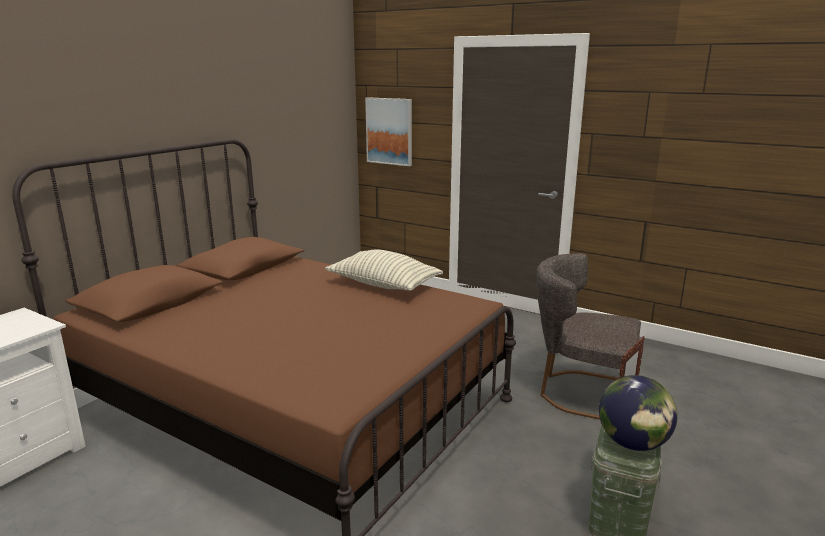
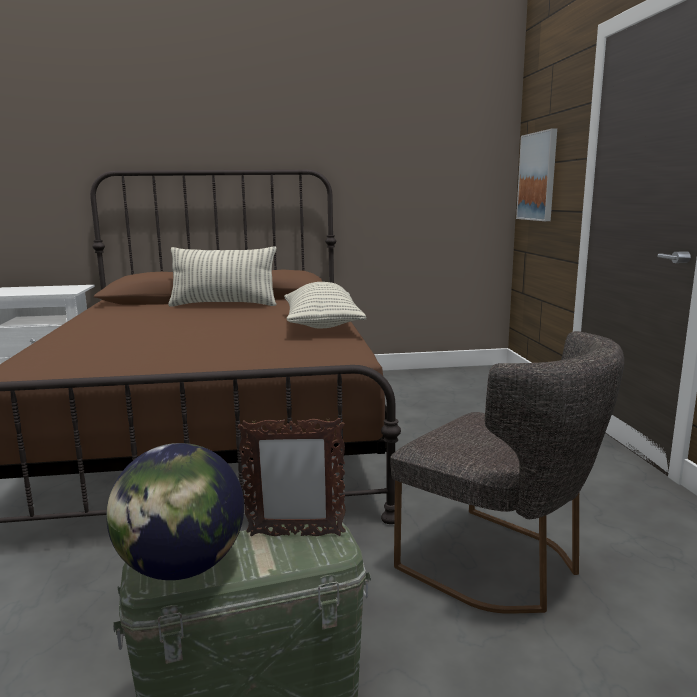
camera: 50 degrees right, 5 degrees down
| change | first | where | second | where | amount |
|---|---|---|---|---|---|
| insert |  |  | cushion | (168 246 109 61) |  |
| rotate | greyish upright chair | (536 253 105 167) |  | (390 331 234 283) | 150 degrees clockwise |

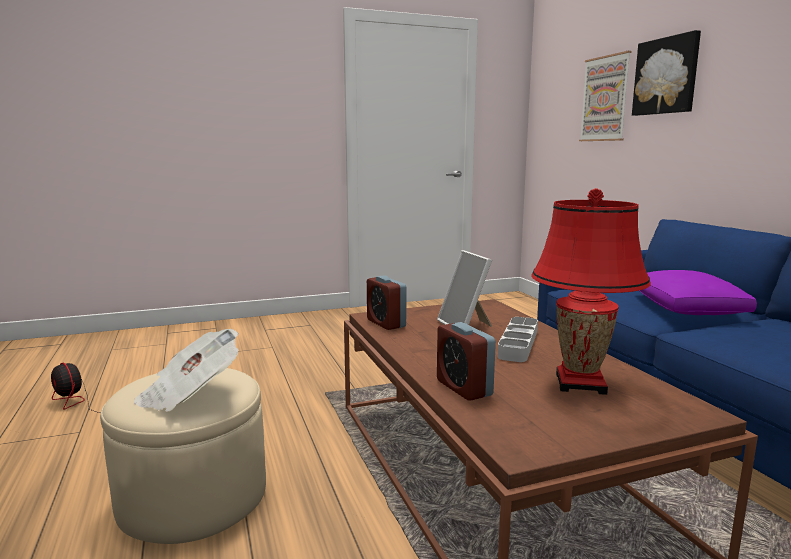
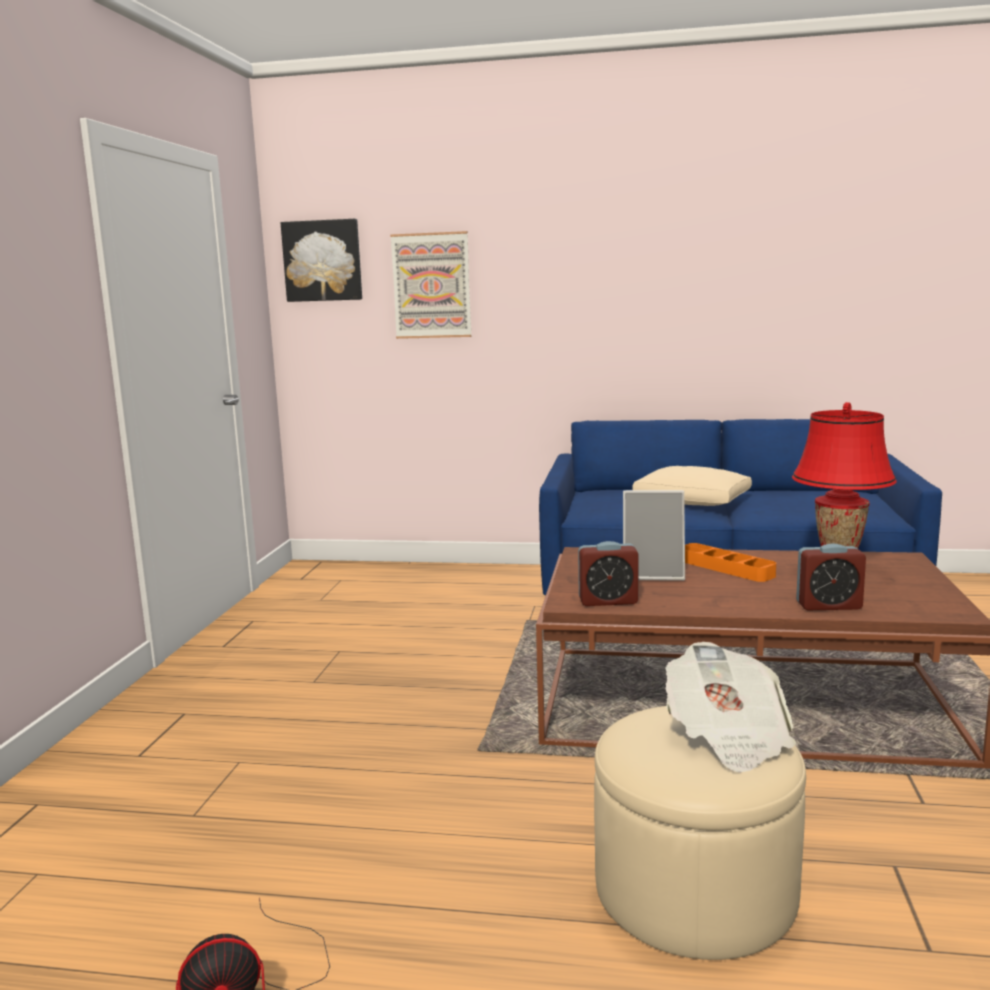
camera: 60 degrees left, 0 degrees up
| change | first | where | second | where | amount |
|---|---|---|---|---|---|
| move | picture | (632 30 69 86) |  | (281 219 81 83) |  |
| recolor | greyish tray | (497 317 41 45) | orange tray | (685 543 91 39) |  |
| recolor | purple cushion | (639 270 118 45) | beige-coloured cushion | (633 466 119 40) |  |

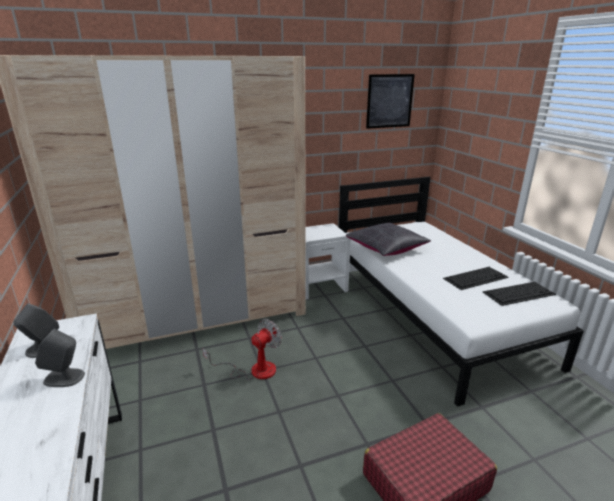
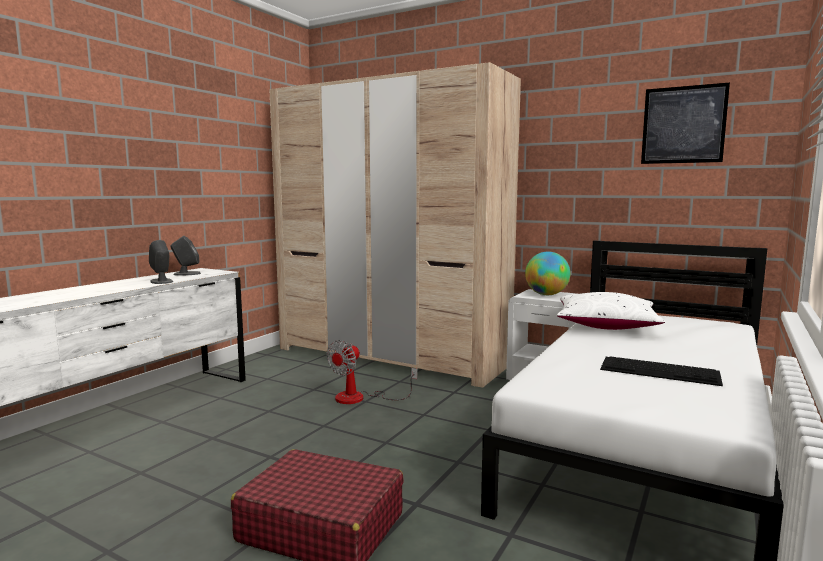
camera: 50 degrees right, 15 degrees down
| change | first | where | second | where | amount |
|---|---|---|---|---|---|
| delete | keyboard | (483 282 73 24) |  |  |  |
| insert |  |  | world globe | (525 252 45 43) |  |
| recolor | blackish cushion | (345 223 86 33) | white cushion | (557 292 108 38) |  |
| rotate | cooling fan | (202 319 80 61) |  | (326 340 91 64) | 120 degrees clockwise |

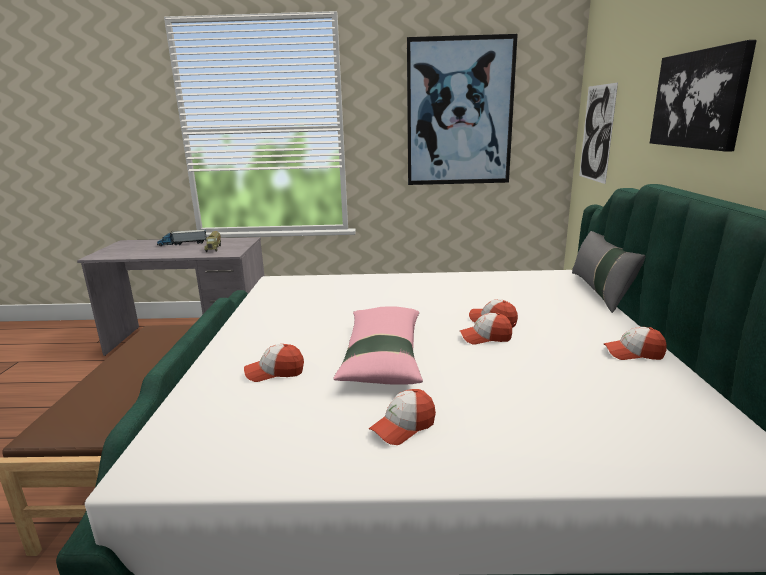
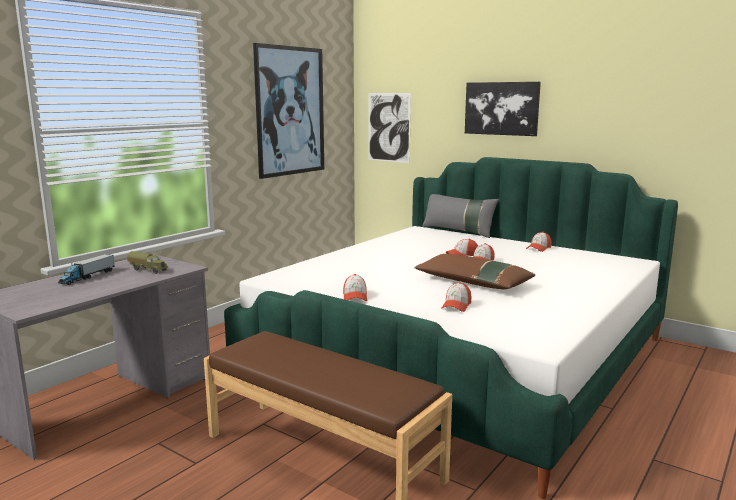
camera: 55 degrees left, 5 degrees down
| change | first | where | second | where | amount |
|---|---|---|---|---|---|
| move | baseball cap | (369 389 67 56) |  | (343 274 24 27) |  |
| recolor | pinkish cushion | (333 306 90 79) | brown cushion | (414 253 121 36) |  |

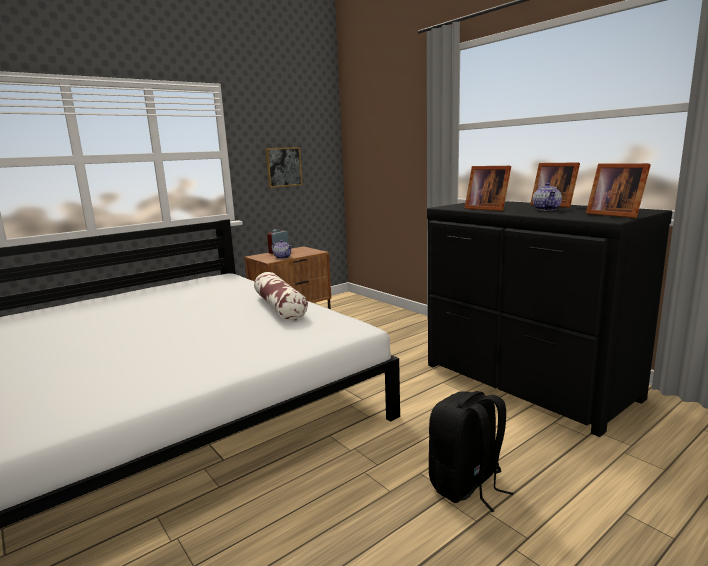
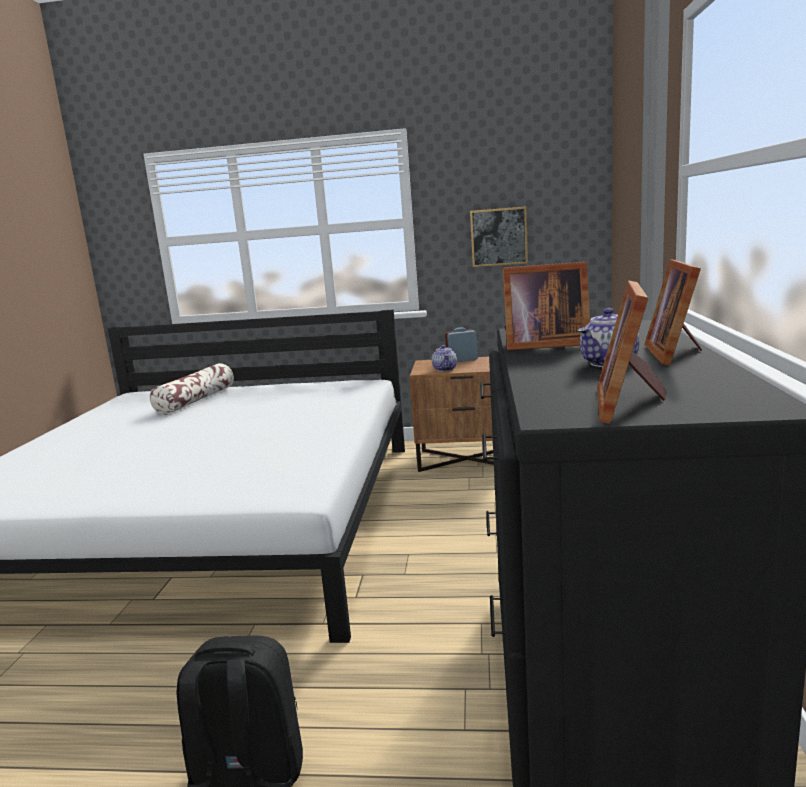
camera: 45 degrees right, 0 degrees up
| change | first | where | second | where | amount |
|---|---|---|---|---|---|
| move | cushion | (254 272 54 49) |  | (150 363 84 52) |  |
| rotate | photo frame | (465 166 46 45) |  | (503 262 87 88) | 90 degrees counterclockwise |

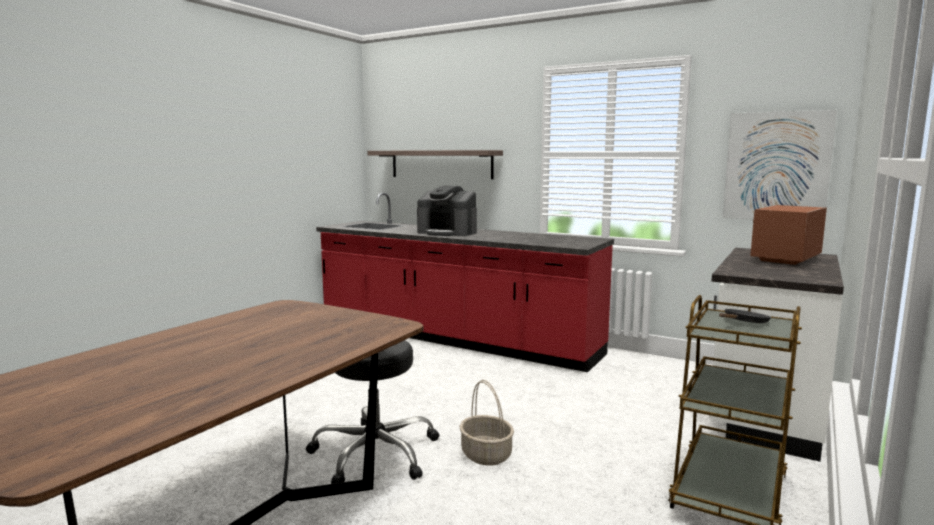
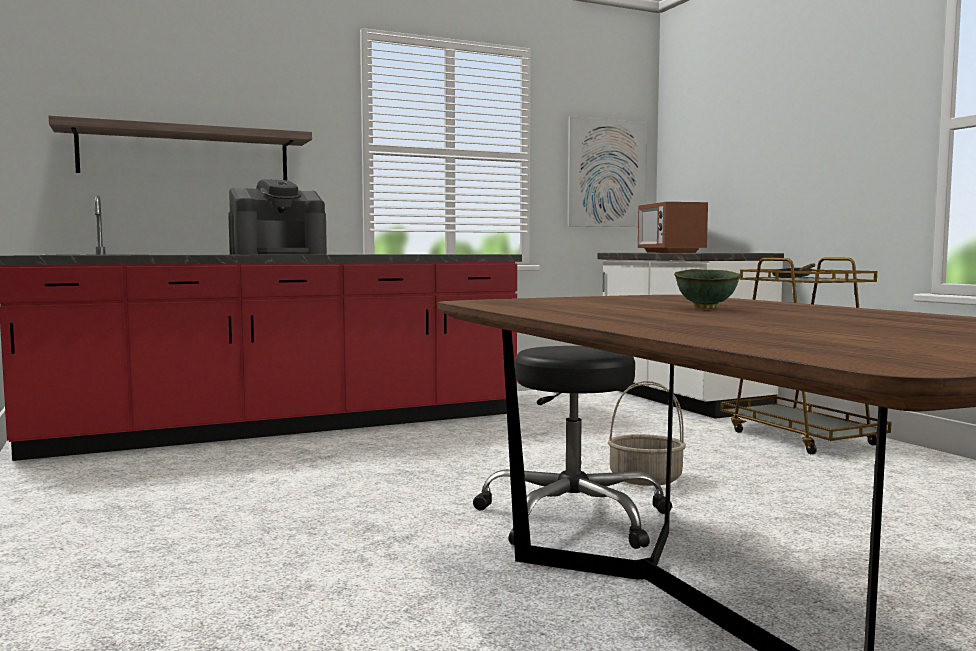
camera: 55 degrees left, 5 degrees down
| change | first | where | second | where | amount |
|---|---|---|---|---|---|
| insert |  |  | green-coloured serving bowl | (674 269 67 40) |  |

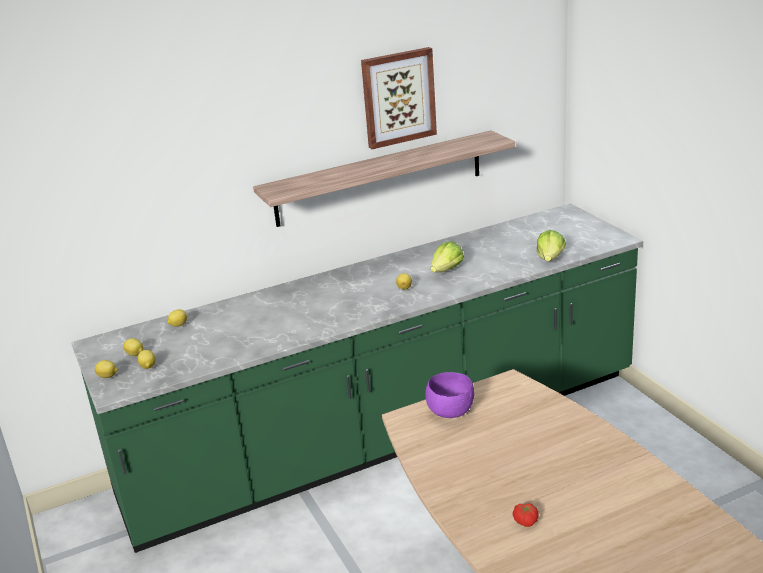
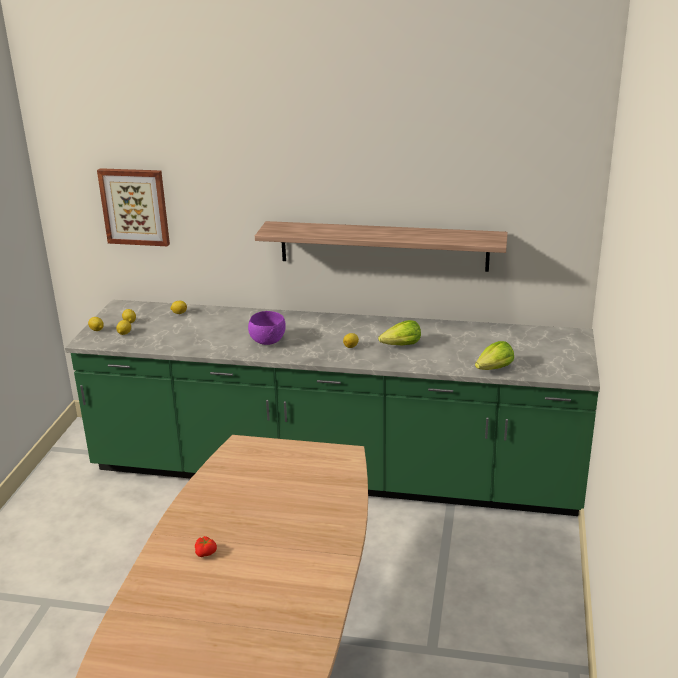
camera: 35 degrees right, 0 degrees up
| change | first | where | second | where | amount |
|---|---|---|---|---|---|
| move | picture | (361 47 76 102) |  | (97 168 73 78) |  |
| move | purple serving bowl | (425 372 49 46) |  | (248 311 38 34) |  |

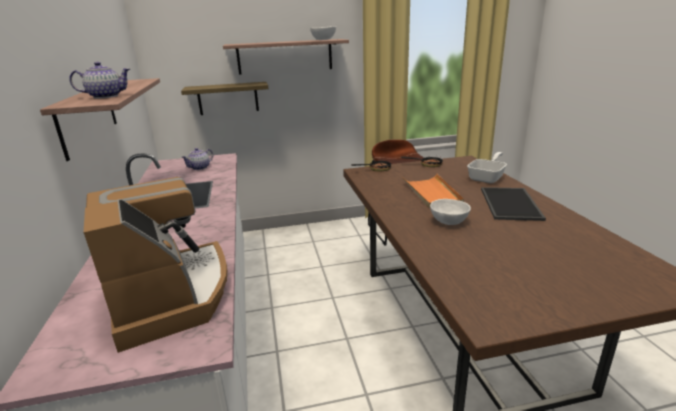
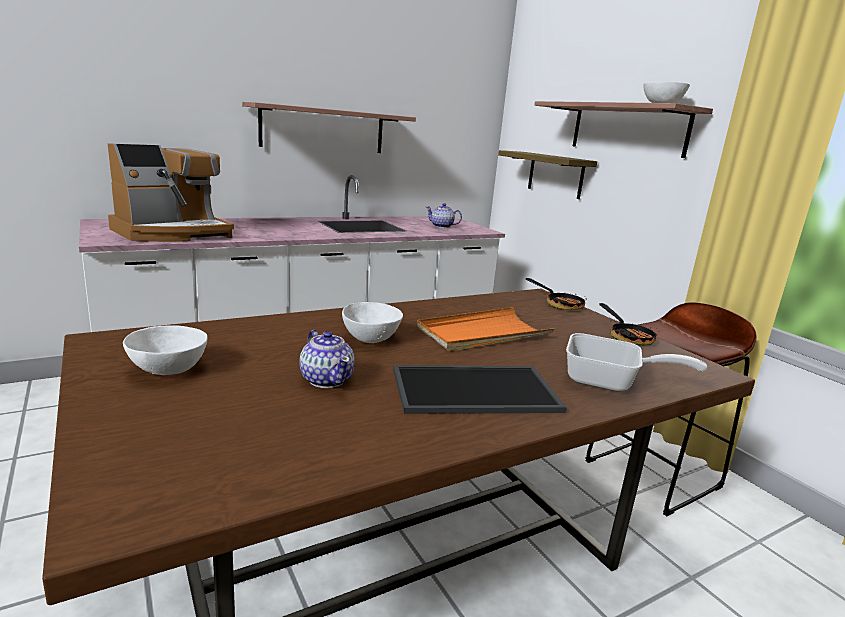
camera: 70 degrees right, 5 degrees down
| change | first | where | second | where | amount |
|---|---|---|---|---|---|
| insert |  |  | white serving bowl | (123 325 84 50) |  |
| move | teapot | (69 62 61 36) |  | (299 330 55 58) |  |

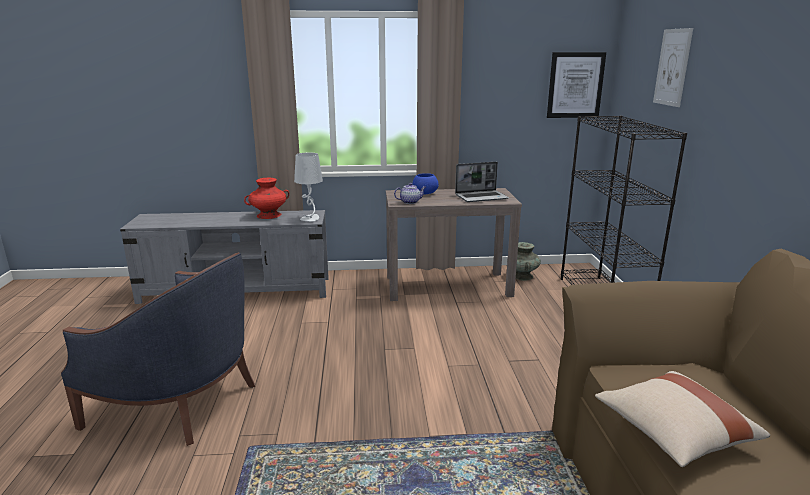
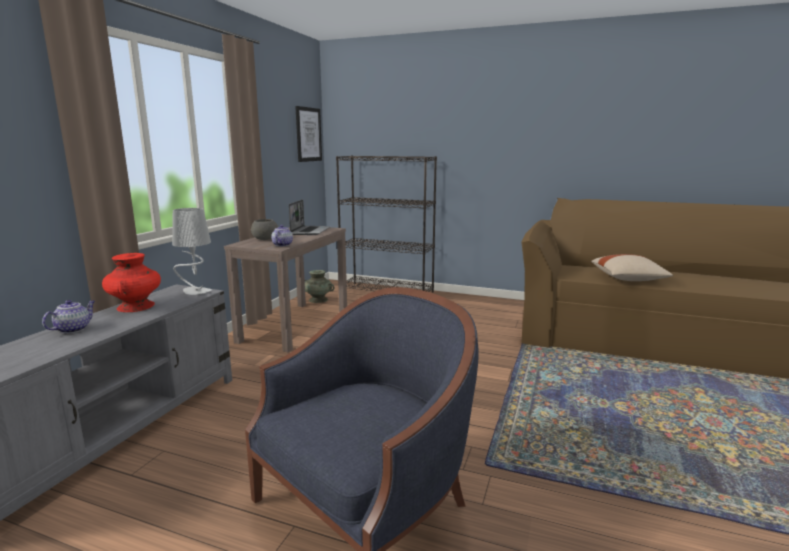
camera: 65 degrees left, 5 degrees down
| change | first | where | second | where | amount |
|---|---|---|---|---|---|
| delete | picture | (653 28 40 79) |  |  |  |
| insert |  |  | teapot | (42 300 53 33) |  |
| recolor | bluish serving bowl | (412 173 27 22) | greyish serving bowl | (251 219 27 21) |  |

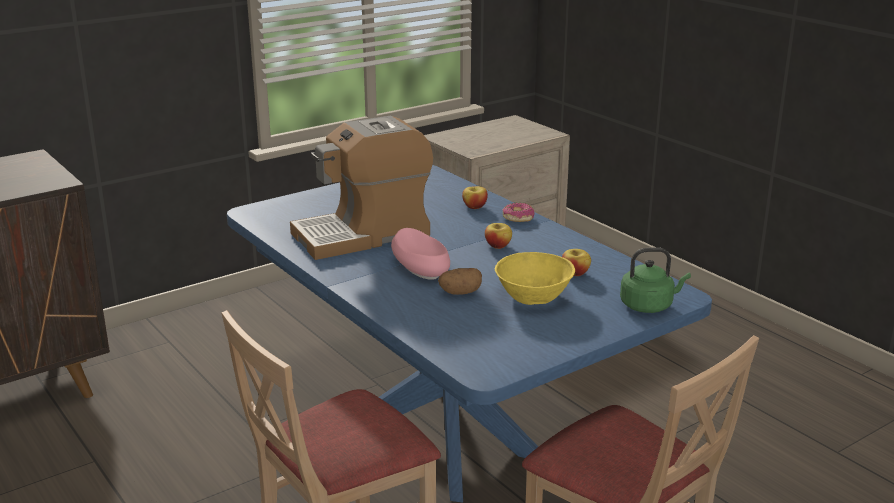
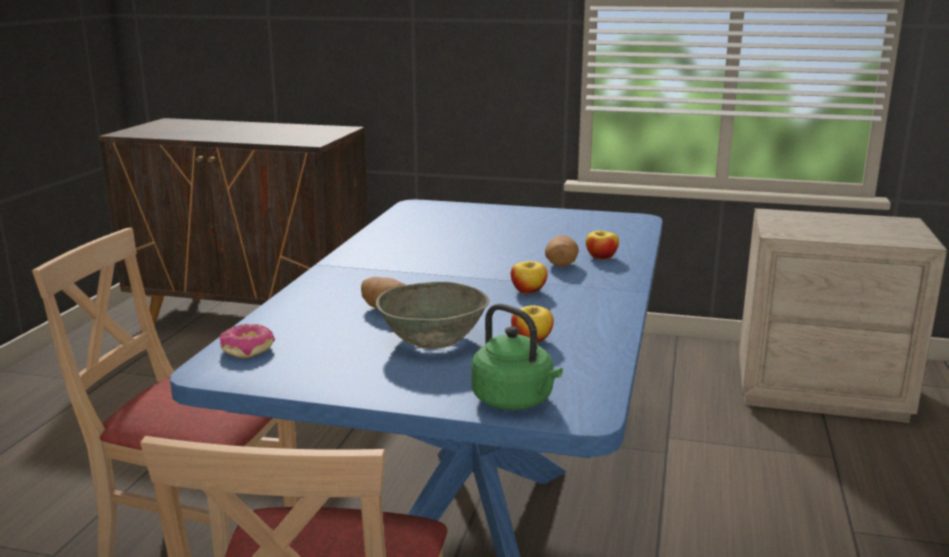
camera: 50 degrees right, 5 degrees down
| change | first | where | second | where | amount |
|---|---|---|---|---|---|
| delete | coffee maker | (290 116 143 144) |  |  |  |
| delete | pinkish serving bowl | (391 228 59 52) |  |  |  |
| insert |  |  | whole potato | (545 235 34 31) |  |
| move | donut | (503 203 32 19) |  | (219 324 56 34) |  |
| recolor | yellow serving bowl | (495 252 80 53) | greyish serving bowl | (376 282 113 67) |  |

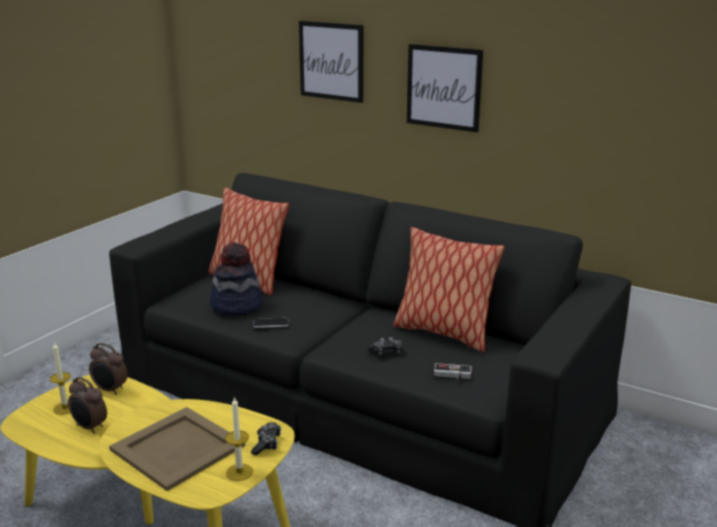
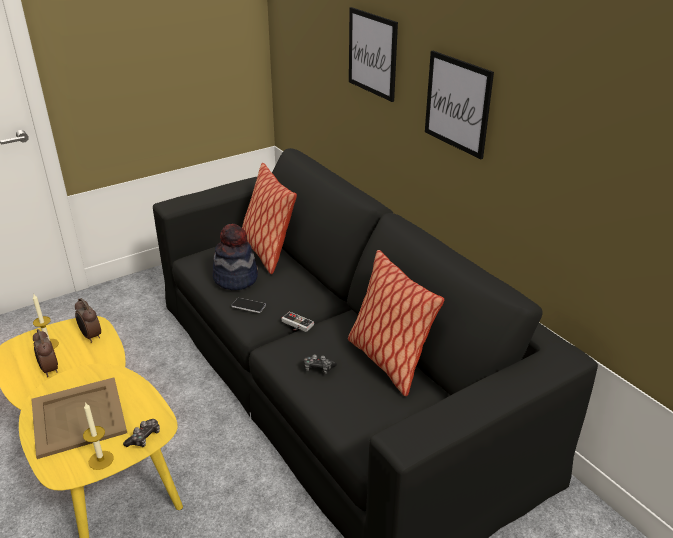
camera: 25 degrees right, 10 degrees up
| change | first | where | second | where | amount |
|---|---|---|---|---|---|
| move | game controller | (434 363 38 17) |  | (281 312 33 20) |  |

